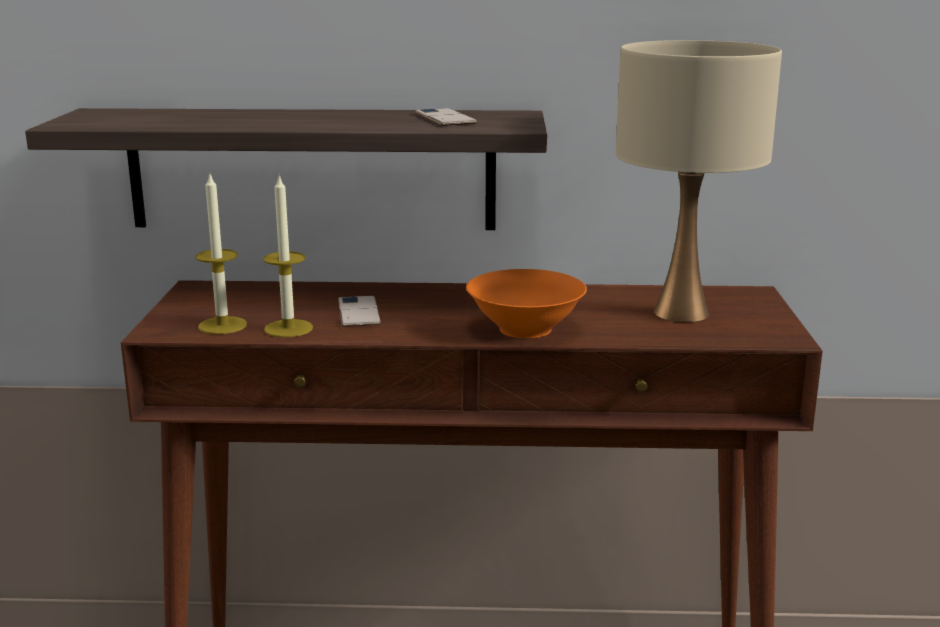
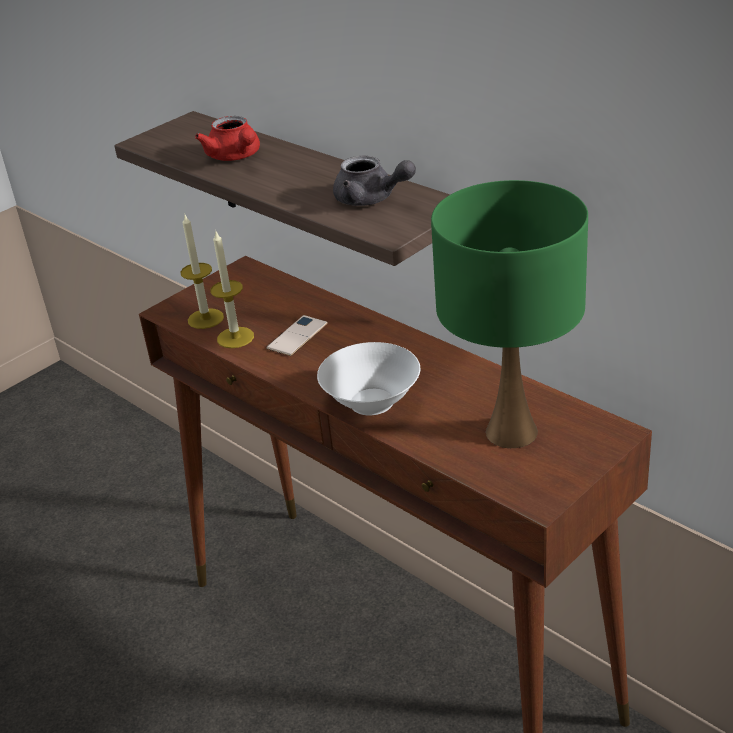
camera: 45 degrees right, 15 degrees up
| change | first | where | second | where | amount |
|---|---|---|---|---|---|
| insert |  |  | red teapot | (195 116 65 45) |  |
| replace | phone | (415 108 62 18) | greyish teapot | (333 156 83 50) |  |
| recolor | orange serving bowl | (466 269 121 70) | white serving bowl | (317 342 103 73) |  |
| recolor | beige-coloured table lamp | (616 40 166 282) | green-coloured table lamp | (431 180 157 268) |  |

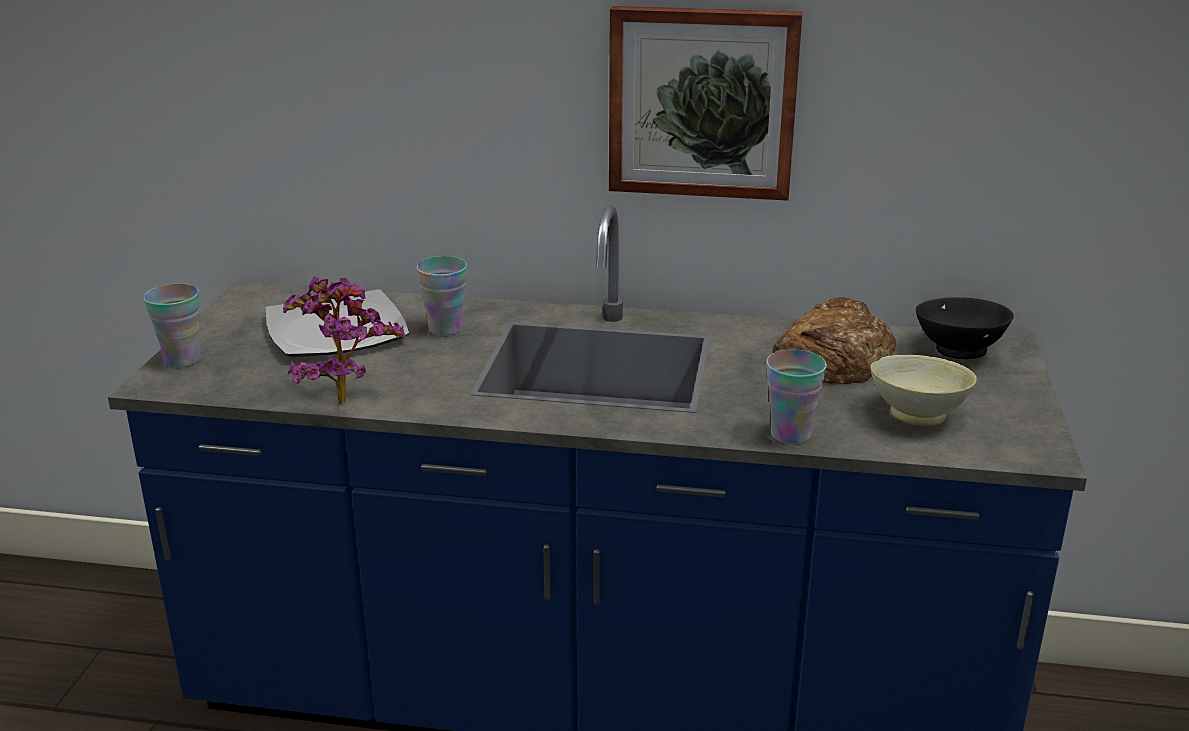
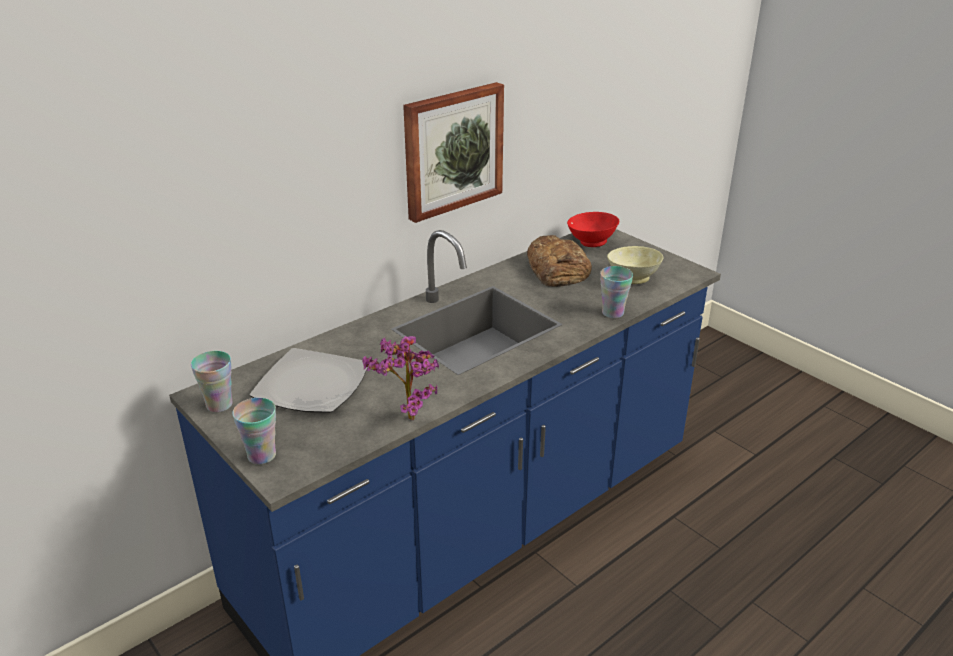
camera: 50 degrees left, 5 degrees up
| change | first | where | second | where | amount |
|---|---|---|---|---|---|
| move | small cup | (417 256 50 80) |  | (191 351 42 61) |  |
| recolor | blackish serving bowl | (916 297 98 62) | red serving bowl | (567 212 52 35) |  |

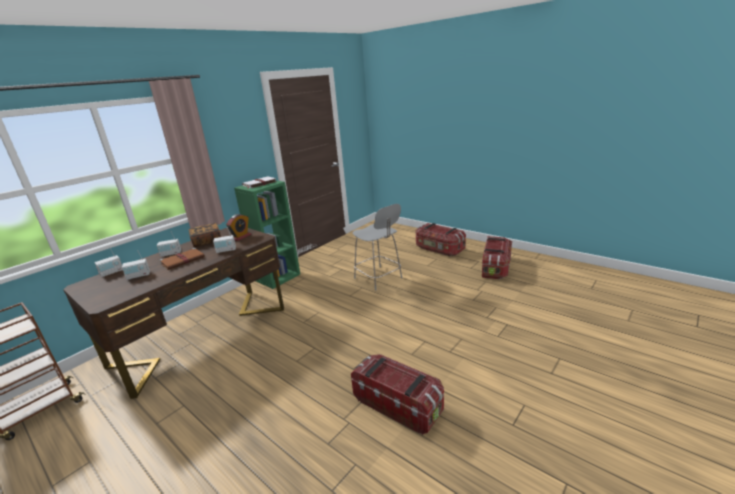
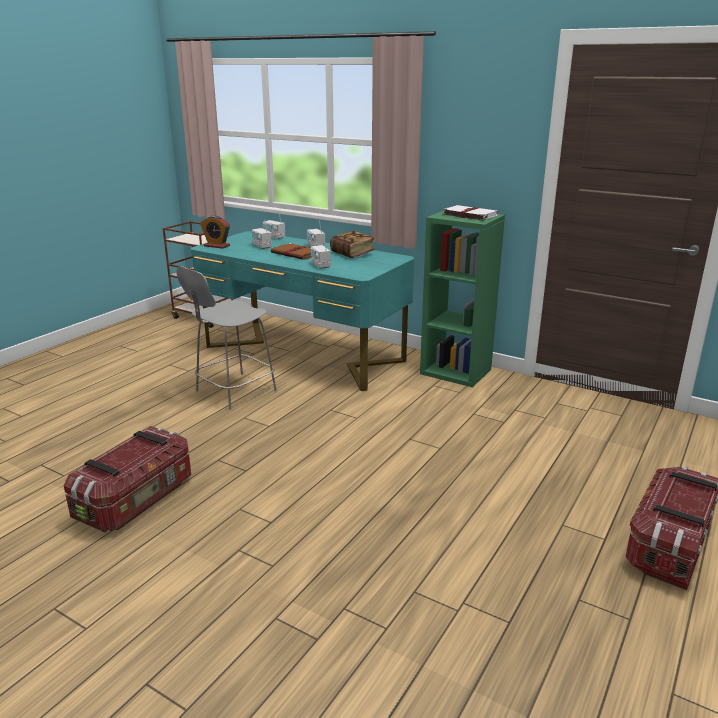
camera: 80 degrees right, 0 degrees up
| change | first | where | second | where | amount |
|---|---|---|---|---|---|
| delete | storage bin | (482 236 30 43) |  |  |  |
| move | alarm clock | (226 214 25 27) |  | (200 215 30 34) |  |
| move | greyish upright chair | (353 204 49 87) |  | (176 266 101 144) |  |
| recolor | brown desk table | (63 228 221 171) | turquoise-coloured desk table | (191 231 224 160) |  |

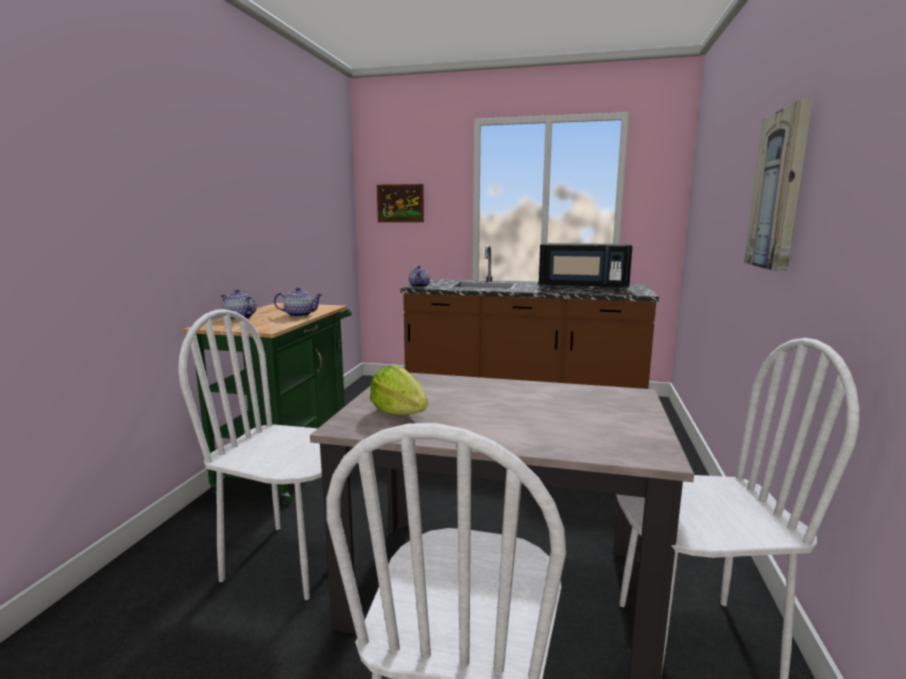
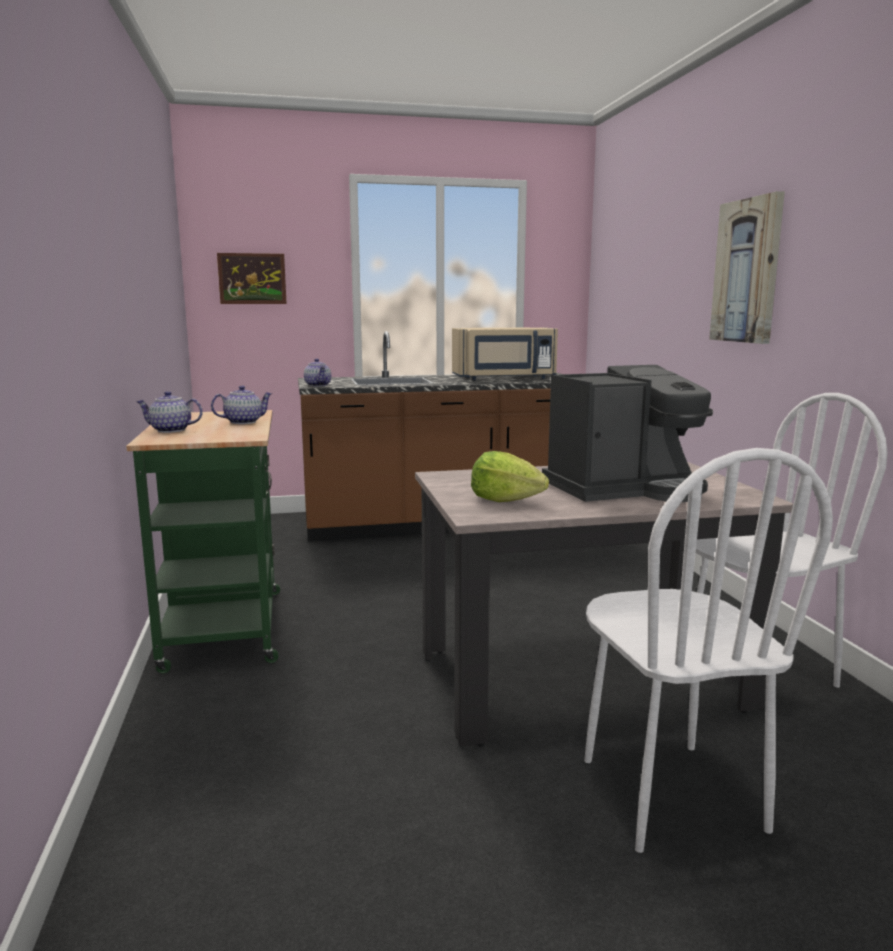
camera: 25 degrees left, 0 degrees up
| change | first | where | second | where | amount |
|---|---|---|---|---|---|
| delete | white upright chair | (178 309 144 291) |  |  |  |
| insert |  |  | coffee maker | (542 365 171 137) |  |
| recolor | blackish microwave | (539 243 93 47) | beige-coloured microwave | (452 328 106 52) |  |

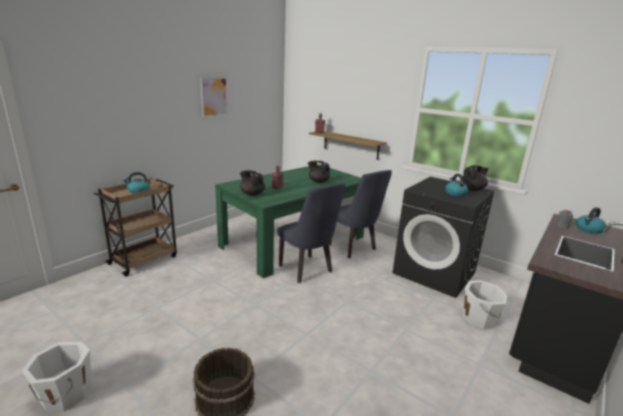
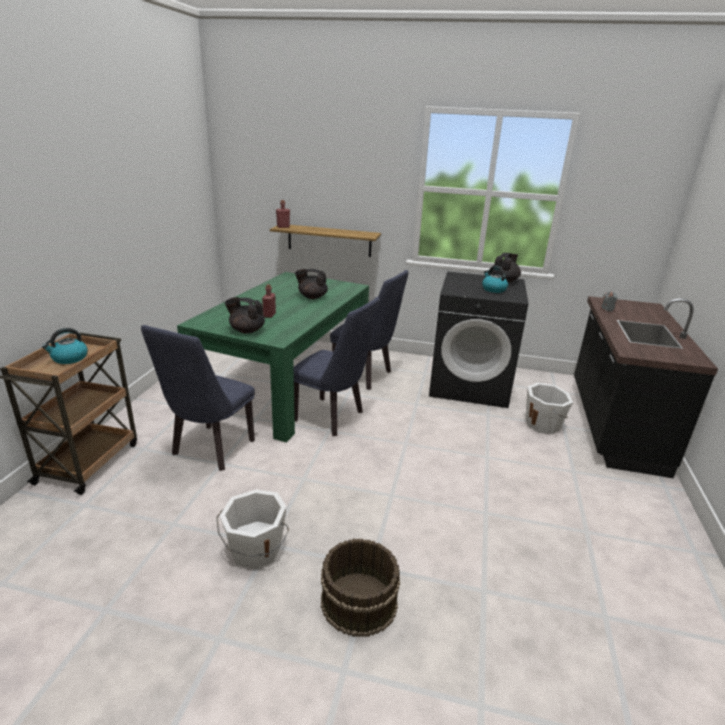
camera: 25 degrees left, 5 degrees up
| change | first | where | second | where | amount |
|---|---|---|---|---|---|
| delete | picture | (200 77 28 41) |  |  |  |
| delete | tea kettle | (576 207 30 27) |  |  |  |
| insert |  |  | bluish upright chair | (141 325 114 146) |  |
| move | white water bucket | (22 342 69 70) |  | (216 489 73 80) |  |

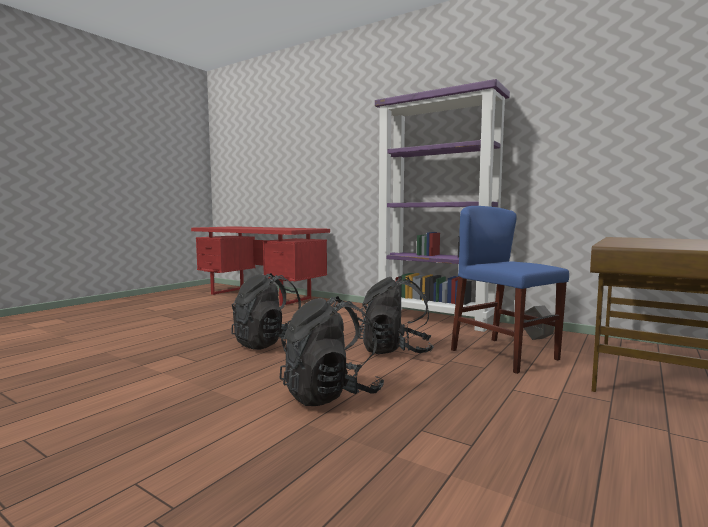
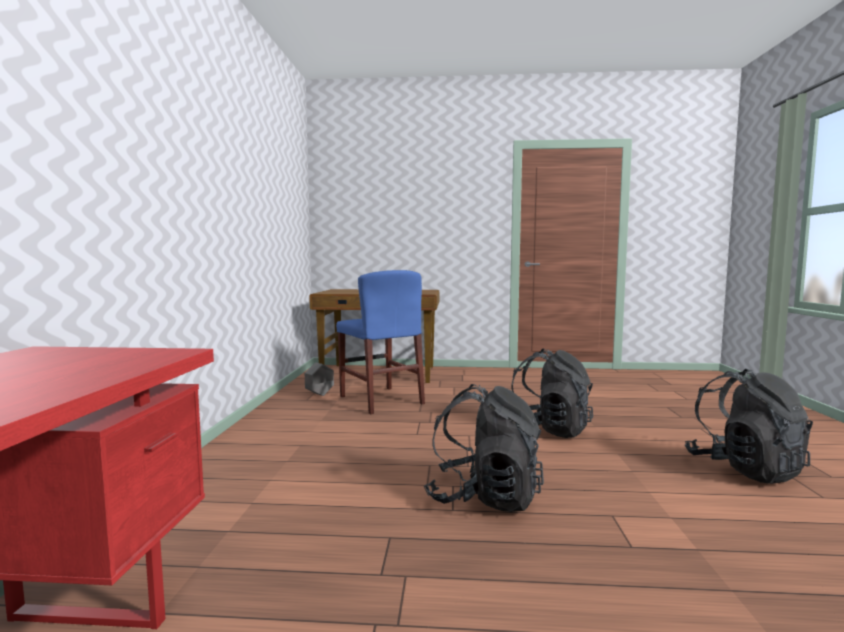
camera: 120 degrees left, 0 degrees up
| change | first | where | second | where | amount |
|---|---|---|---|---|---|
| delete | purple bookshelf | (375 79 135 253) |  |  |  |
| move | blackish rucksack | (359 277 75 77) |  | (685 369 128 115) |  |
| rotate | bluish upright chair | (451 206 118 168) |  | (336 270 89 144) | 60 degrees counterclockwise |

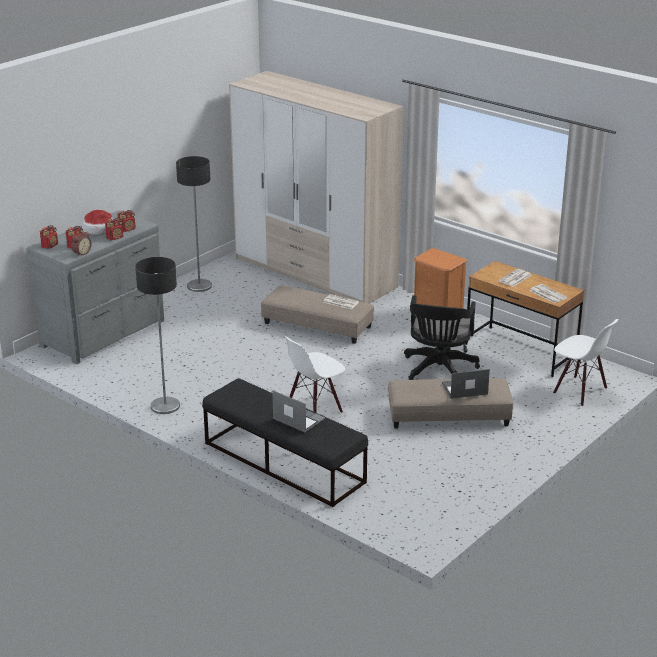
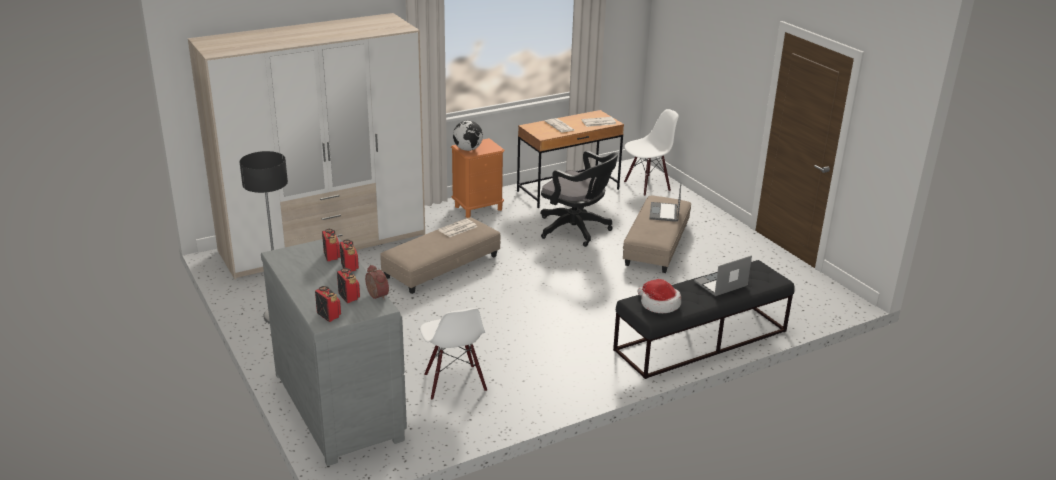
camera: 70 degrees left, 0 degrees up
| change | first | where | second | where | amount |
|---|---|---|---|---|---|
| delete | floor lamp | (135 257 45 157) |  |  |  |
| insert |  |  | world globe | (453 120 30 31) |  |
| move | hat | (82 210 31 25) |  | (638 279 43 34) |  |
| move | white upright chair | (285 336 60 77) |  | (420 308 67 92) |  |

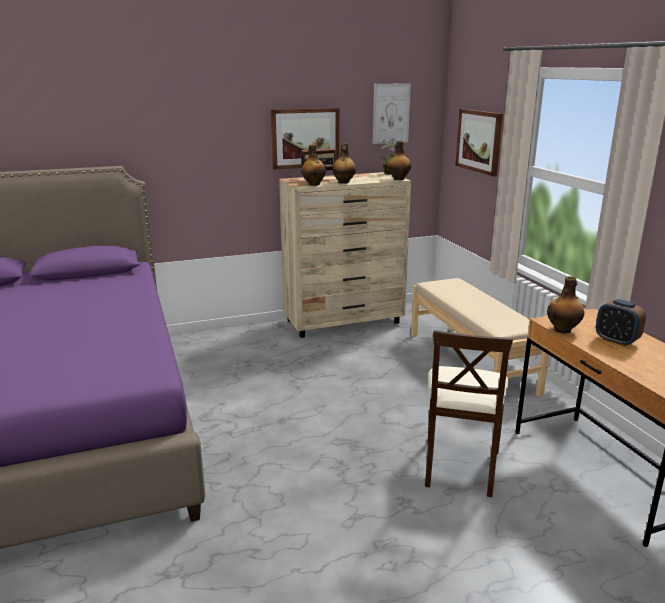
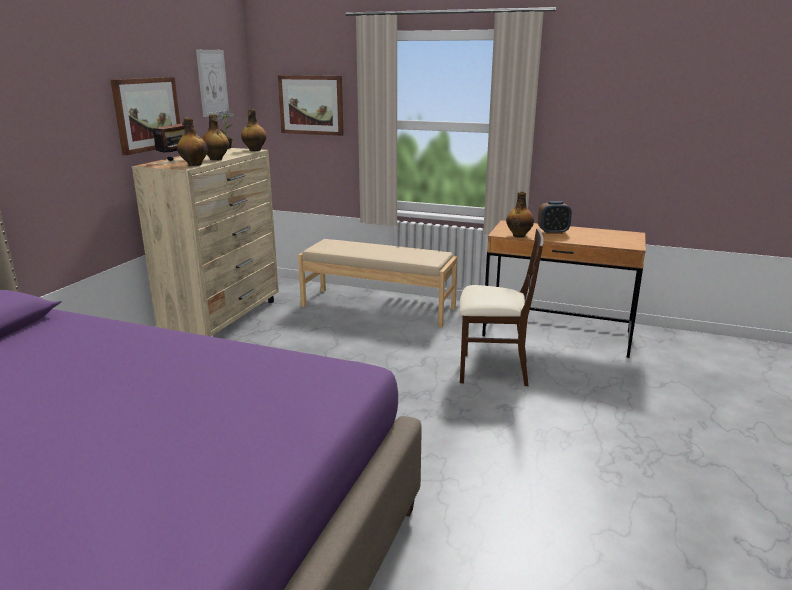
camera: 50 degrees left, 0 degrees up
| change | first | where | second | where | amount |
|---|---|---|---|---|---|
| rotate | beige-coloured upright chair | (425 330 88 167) |  | (459 229 85 157) | 45 degrees counterclockwise |

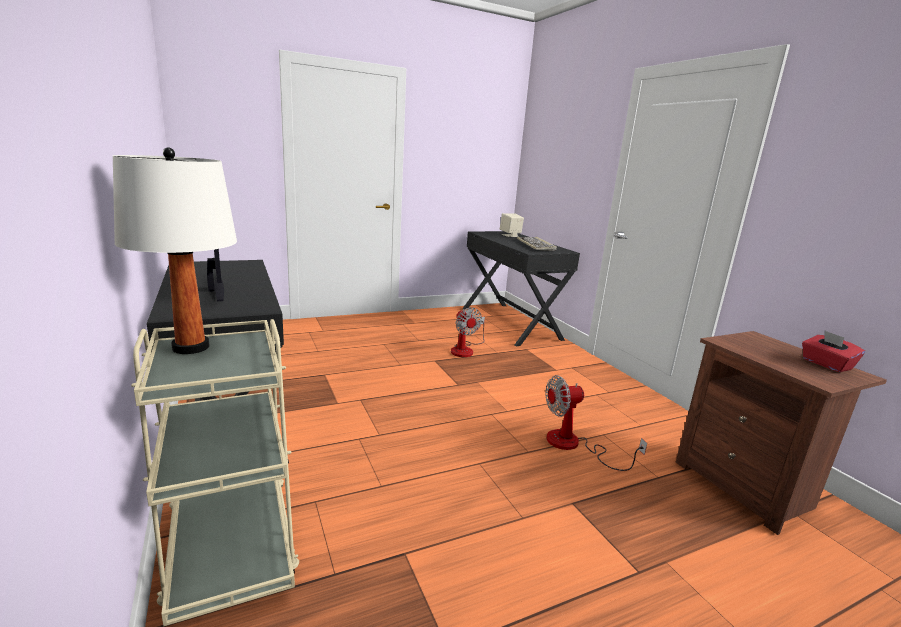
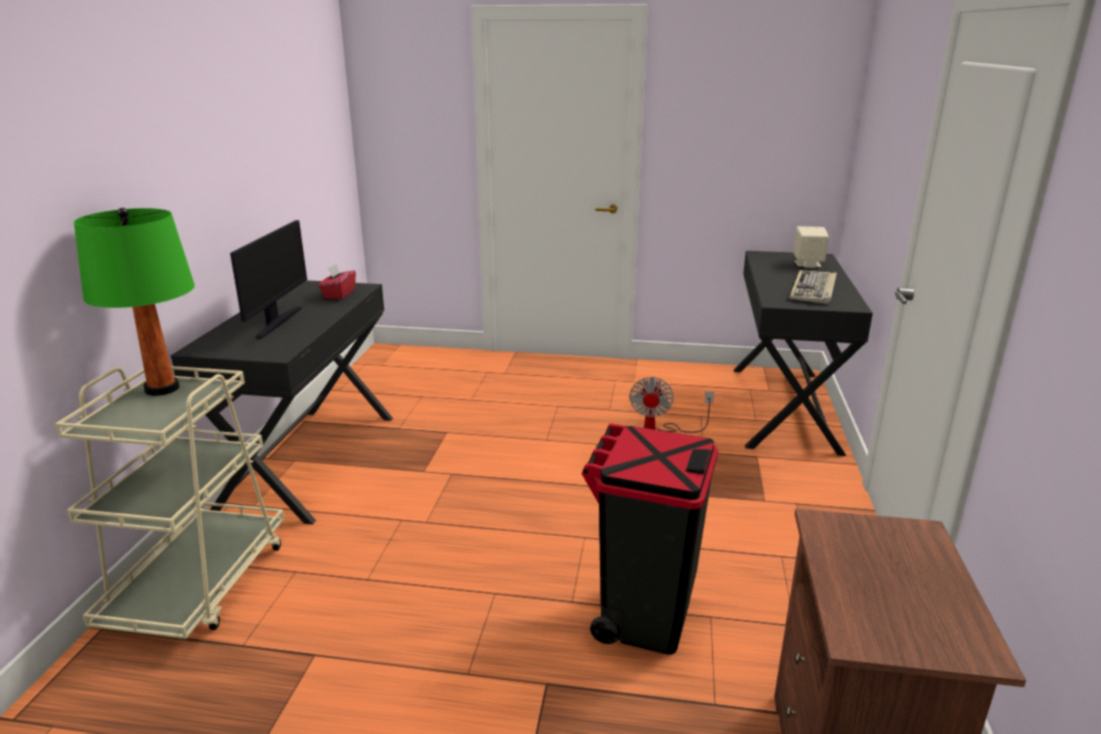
camera: 35 degrees right, 5 degrees up
| change | first | where | second | where | amount |
|---|---|---|---|---|---|
| move | red box of tissues | (802 331 63 41) |  | (318 264 38 36) |  |
| replace | cooling fan | (545 375 102 96) | blackish waste bin | (581 423 137 232) |  |
| recolor | white table lamp | (113 147 124 207) | green-coloured table lamp | (74 208 121 188) |  |

